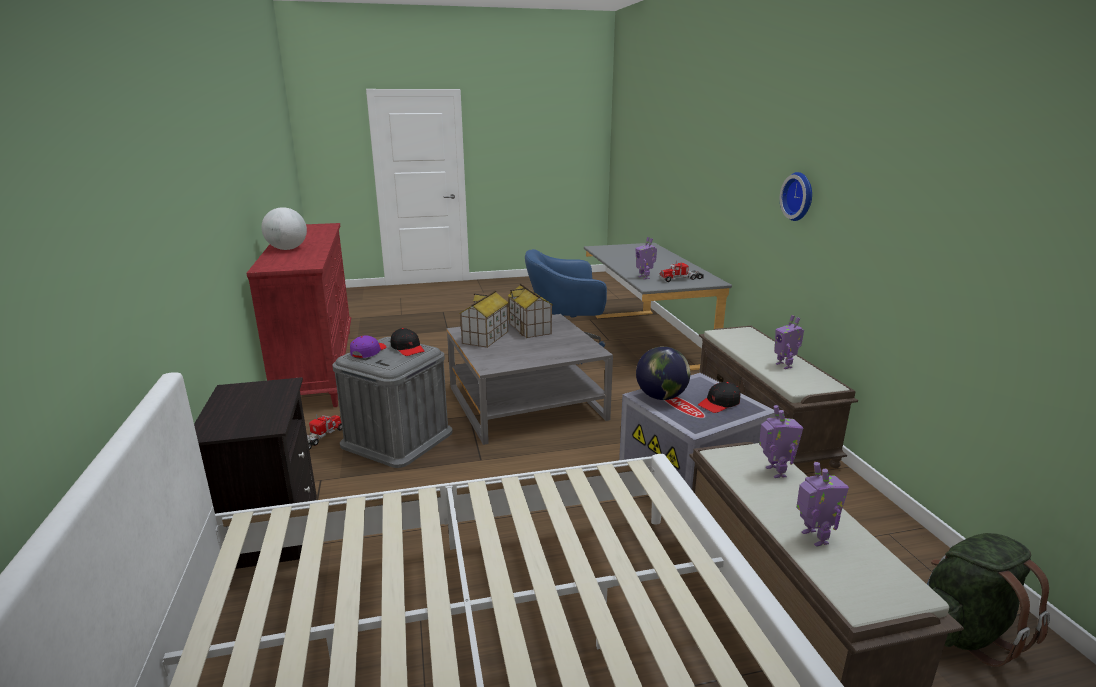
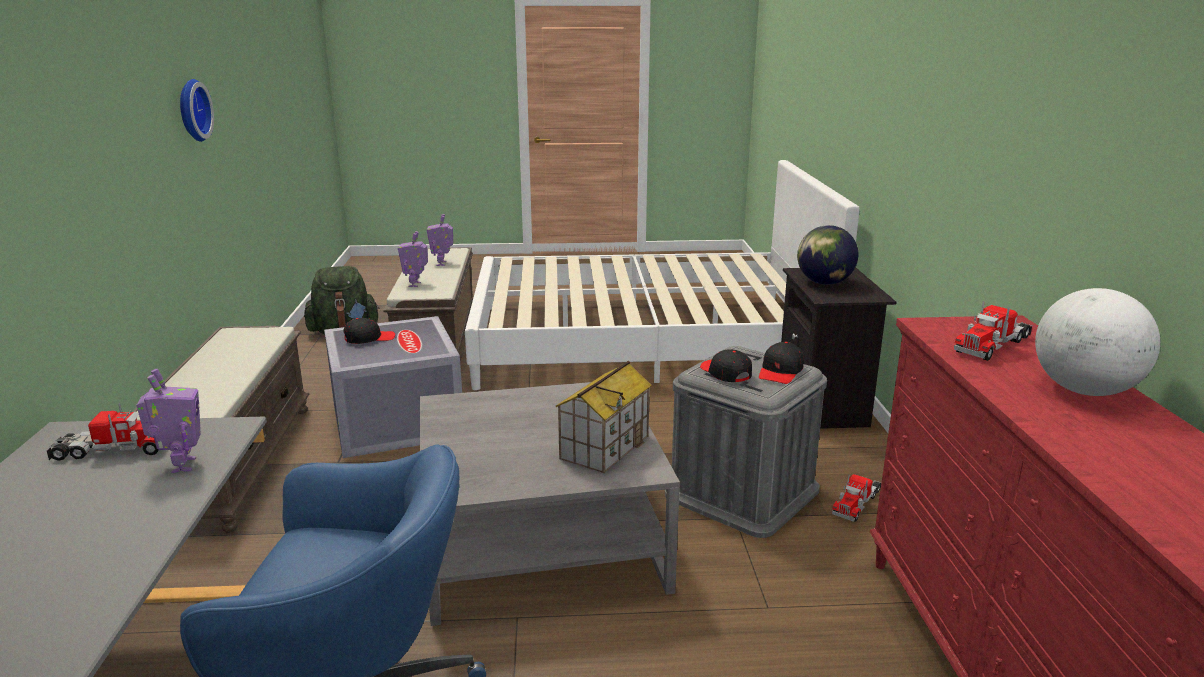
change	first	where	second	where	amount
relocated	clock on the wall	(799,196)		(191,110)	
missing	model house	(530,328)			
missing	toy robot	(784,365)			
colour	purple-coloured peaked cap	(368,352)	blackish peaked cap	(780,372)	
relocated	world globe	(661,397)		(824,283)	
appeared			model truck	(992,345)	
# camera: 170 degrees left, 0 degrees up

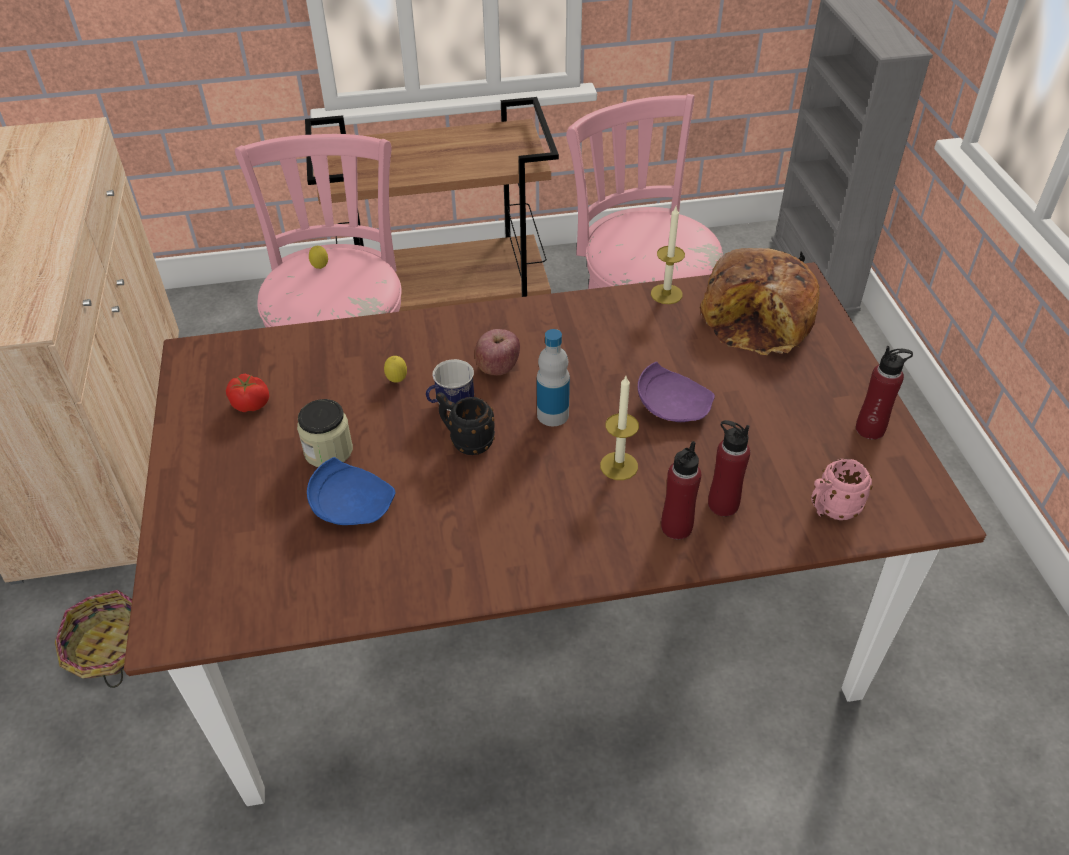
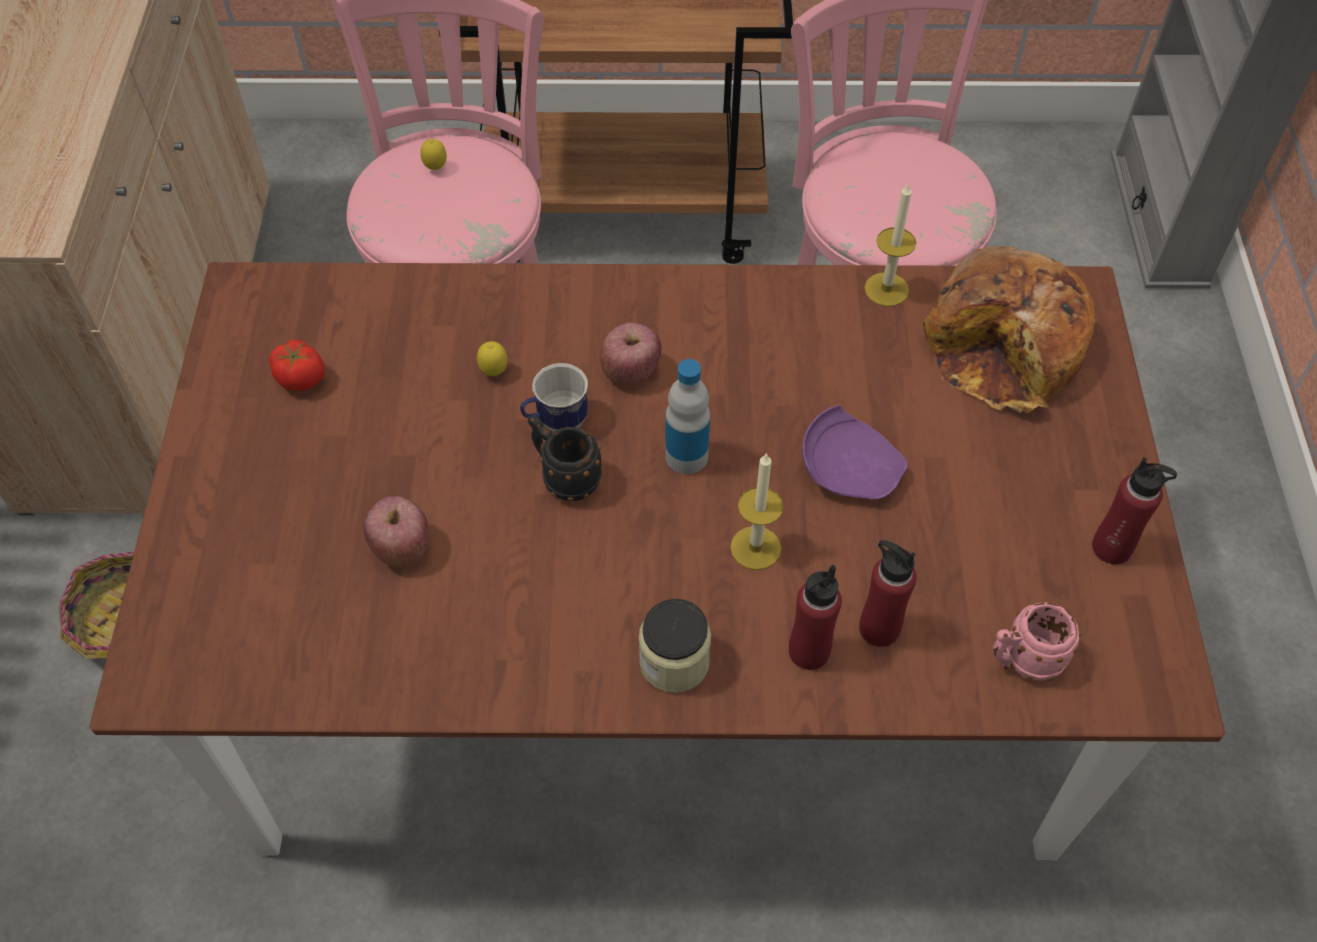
change	first	where	second	where	amount
relocated	storage jar	(328,451)		(674,662)	
exchanged	blue dinner plate	(353,505)	whole apple	(402,548)	
# camera: 10 degrees right, 10 degrees up

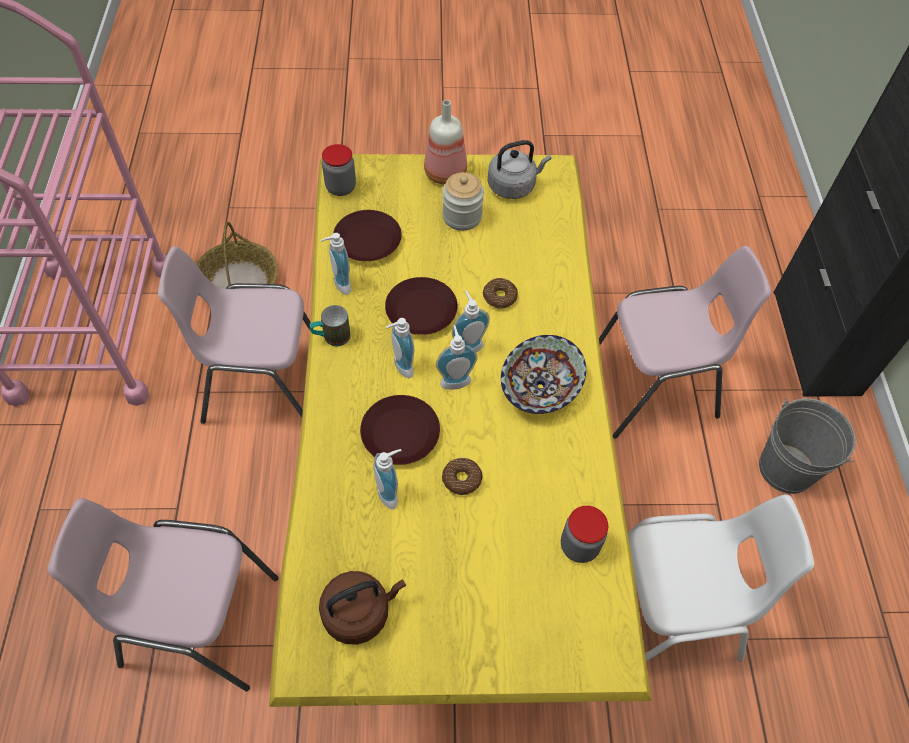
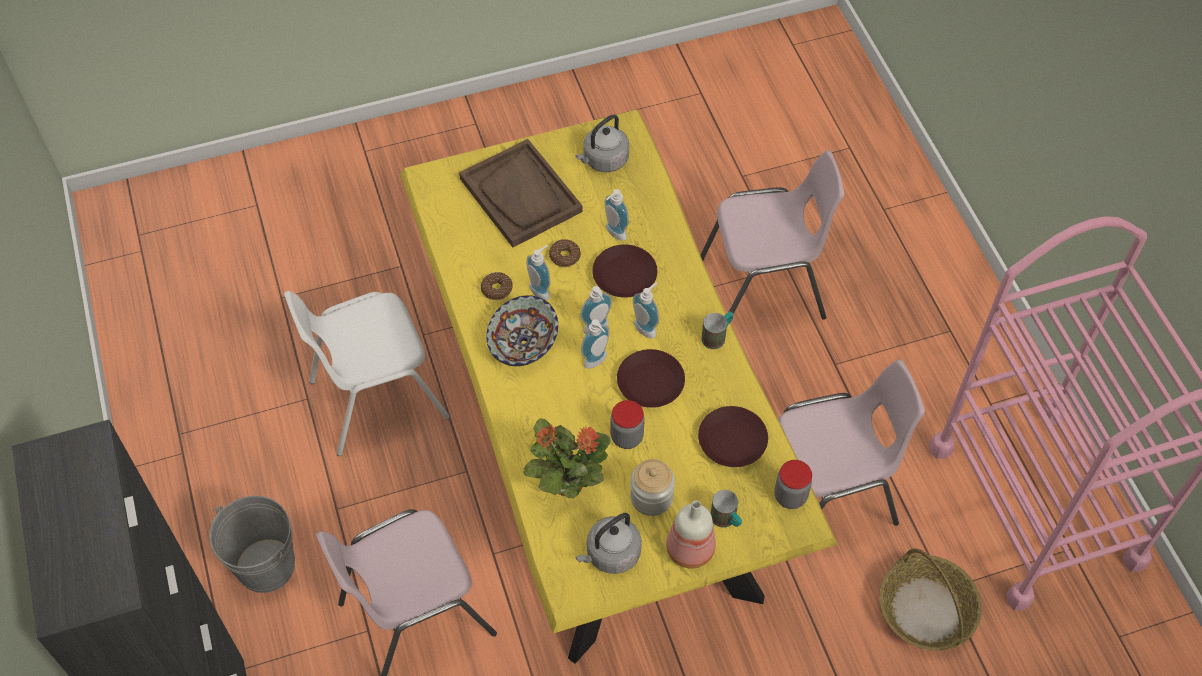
change	first	where	second	where	amount
relocated	soap bottle	(339,285)		(542,289)	
relocated	donut	(499,297)		(497,289)	
relocated	storage jar	(579,546)		(627,437)	
colour	brownish tea kettle	(360,612)	greyish tea kettle	(603,160)	
appeared			brownish tray	(521,195)	
appeared			plant in a pot	(567,483)	
appeared			coffee mug	(726,520)	
# camera: 165 degrees right, 0 degrees up

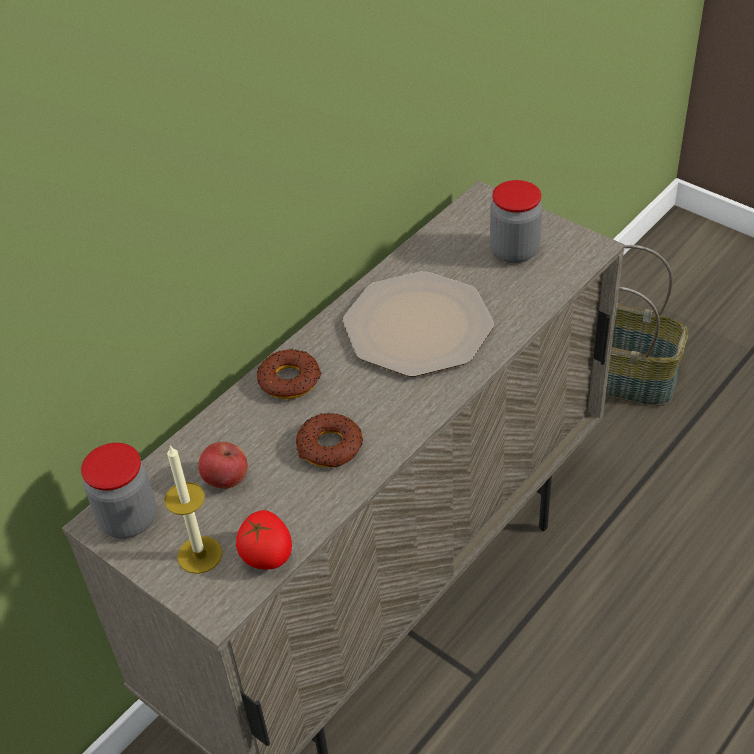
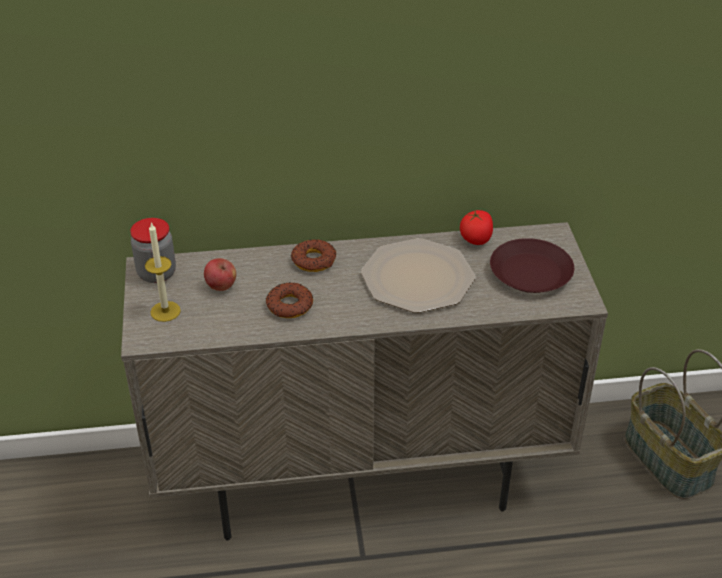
change	first	where	second	where	amount
exchanged	storage jar	(514,251)	brownish dinner plate	(531,273)	
relocated	tomato	(267,555)		(476,239)	
# camera: 40 degrees right, 5 degrees down

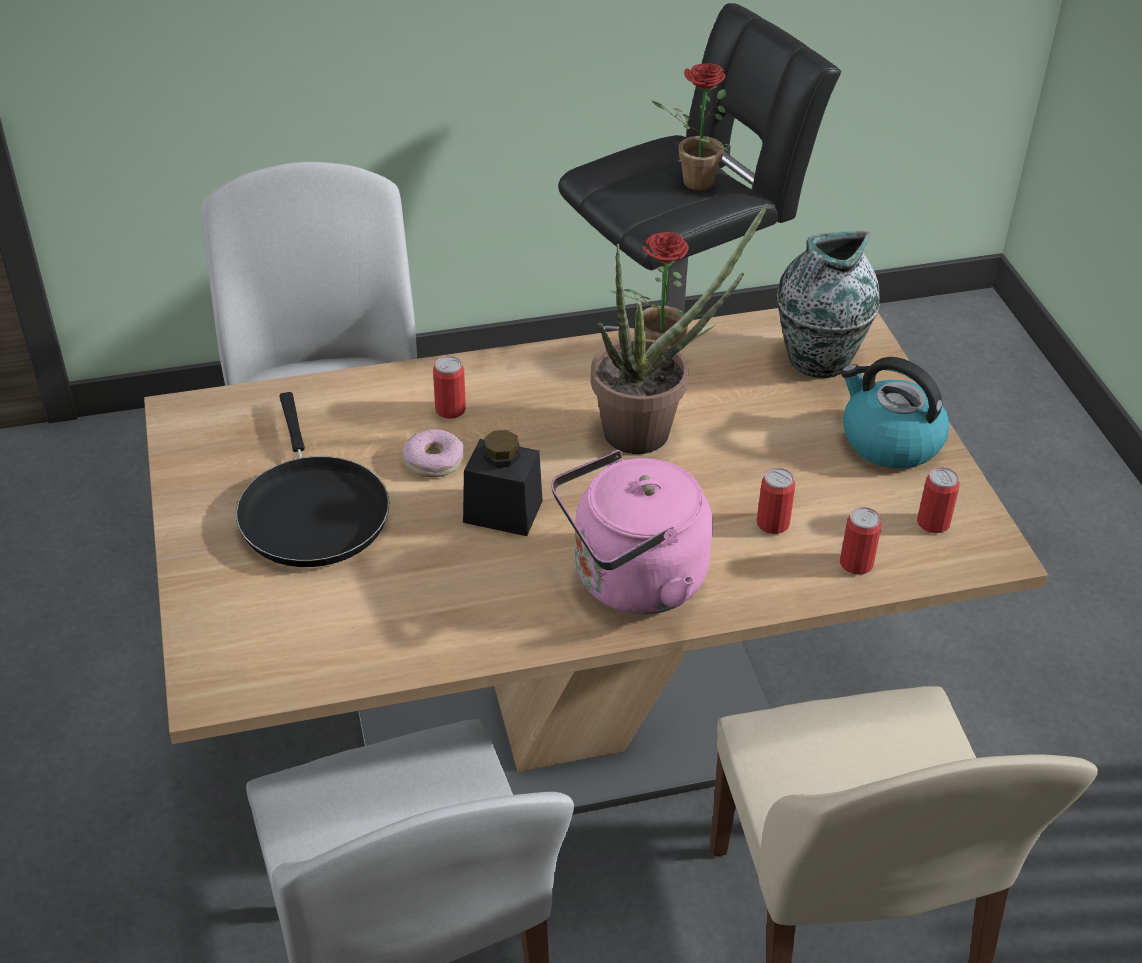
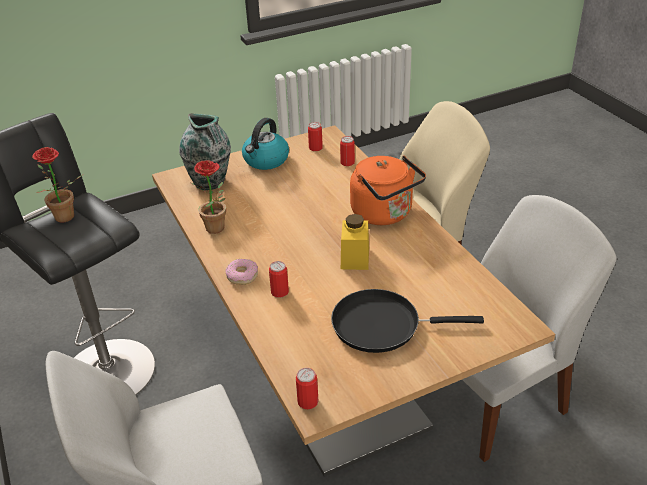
change	first	where	second	where	amount
missing	plant in a pot	(651,430)			
spun	blackish skillet	(312,511)		(382,325)	150 degrees counterclockwise
relocated	donut	(433,461)		(242,276)	
colour	blackish storage jar	(503,511)	yellow storage jar	(355,258)	
colour	pink tea kettle	(632,582)	orange tea kettle	(384,214)	
relocated	metal can	(772,523)		(308,401)	
# camera: 100 degrees left, 5 degrees down

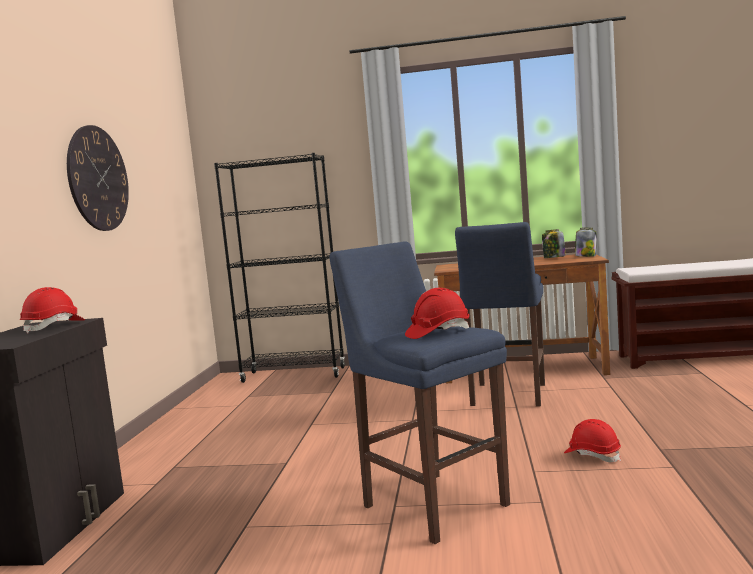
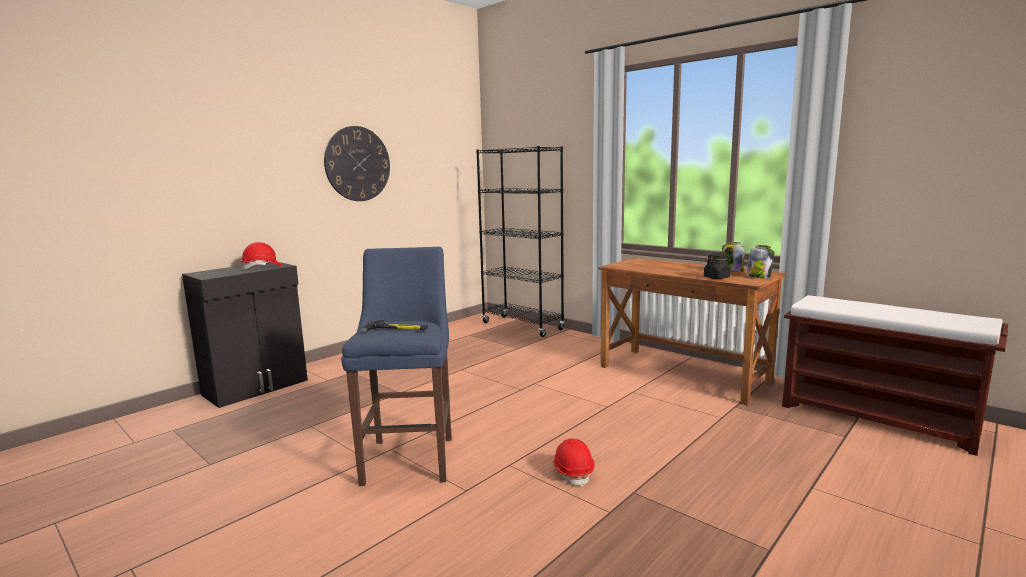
change	first	where	second	where	amount
missing	blue sitting stool	(507,396)			
exchanged	red safety helmet	(437,333)	hammer	(397,329)	
appeared			blackish storage jar	(716,277)	
# camera: 35 degrees right, 5 degrees up

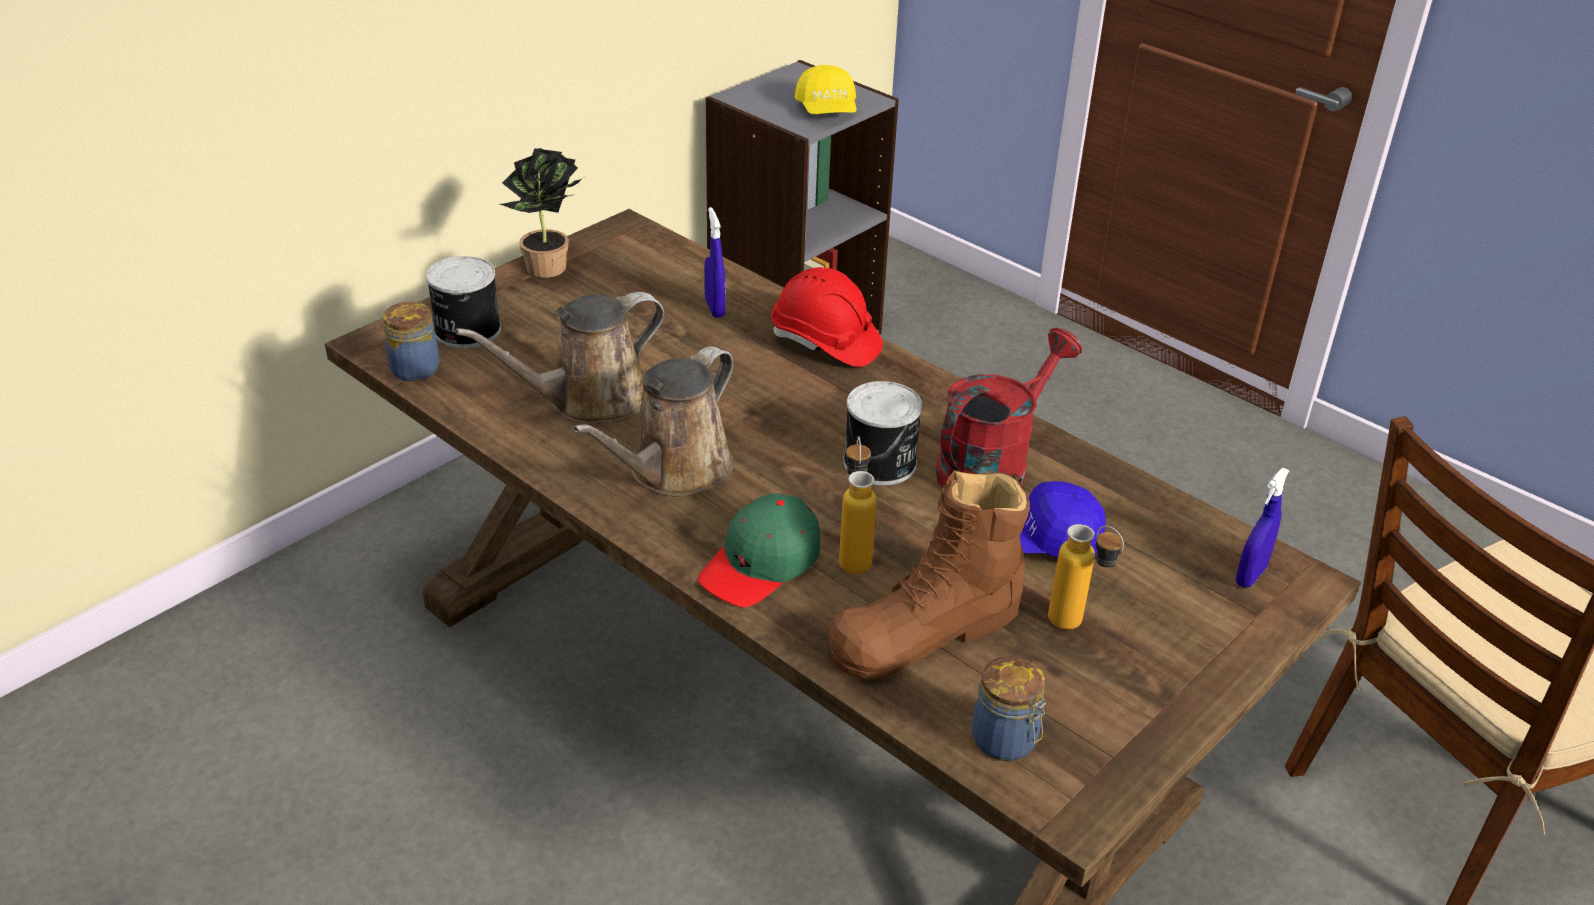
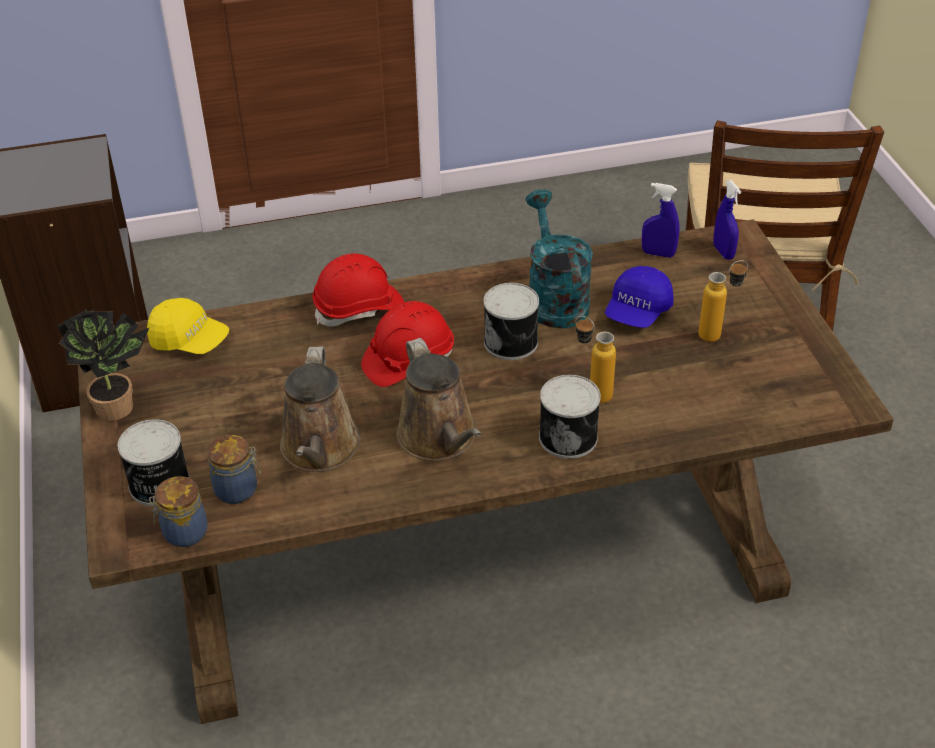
change	first	where	second	where	amount
relocated	yellow peaked cap	(827,110)		(189,341)	
relocated	blue sprayer	(715,308)		(658,254)	
colour	red watering can	(991,466)	turquoise watering can	(554,298)	
missing	brownish tall boot	(926,631)			
exchanged	greenish peaked cap	(761,564)	metal can	(569,436)	
relocated	storage jar	(1006,742)		(238,490)	
appeared			red safety helmet	(408,360)	
# camera: 55 degrees left, 5 degrees up

